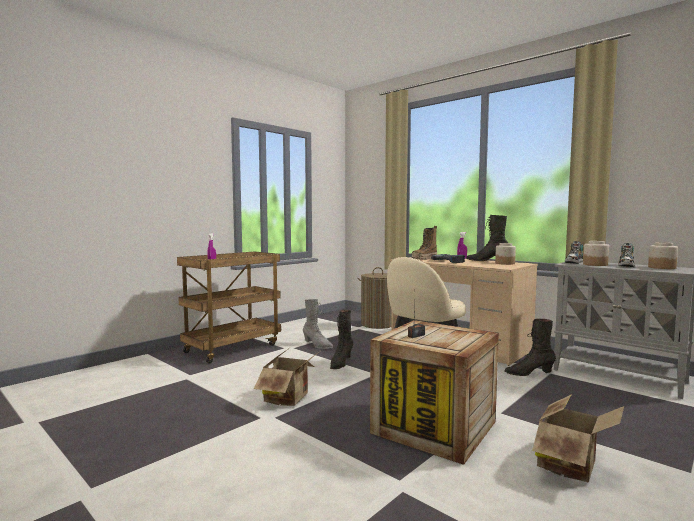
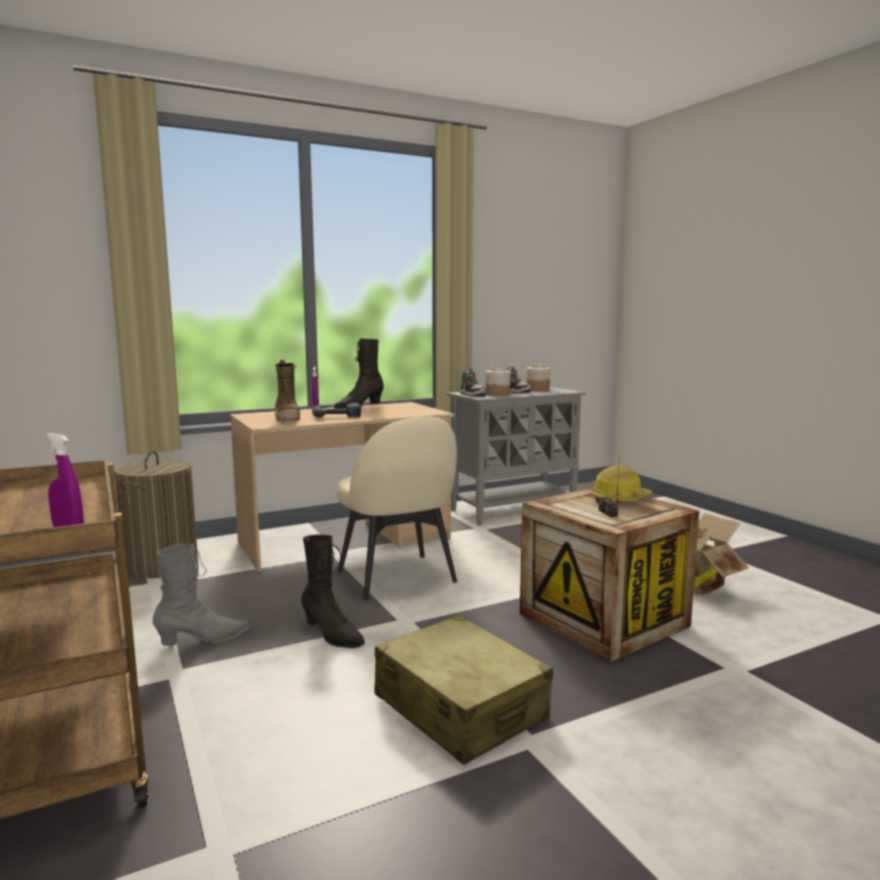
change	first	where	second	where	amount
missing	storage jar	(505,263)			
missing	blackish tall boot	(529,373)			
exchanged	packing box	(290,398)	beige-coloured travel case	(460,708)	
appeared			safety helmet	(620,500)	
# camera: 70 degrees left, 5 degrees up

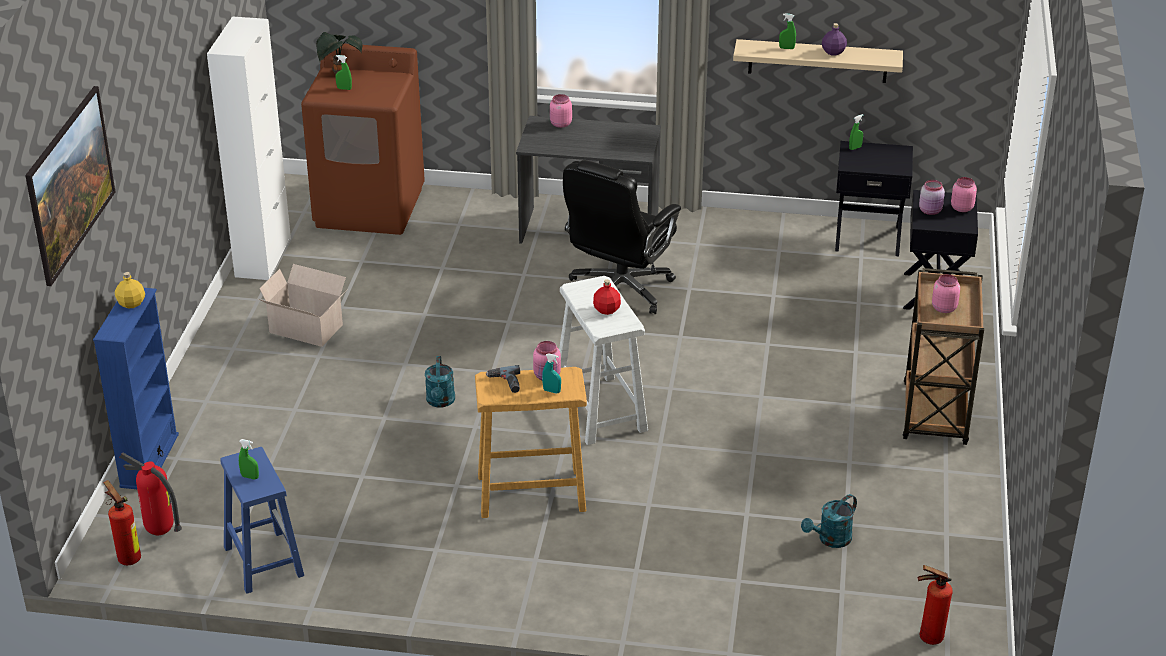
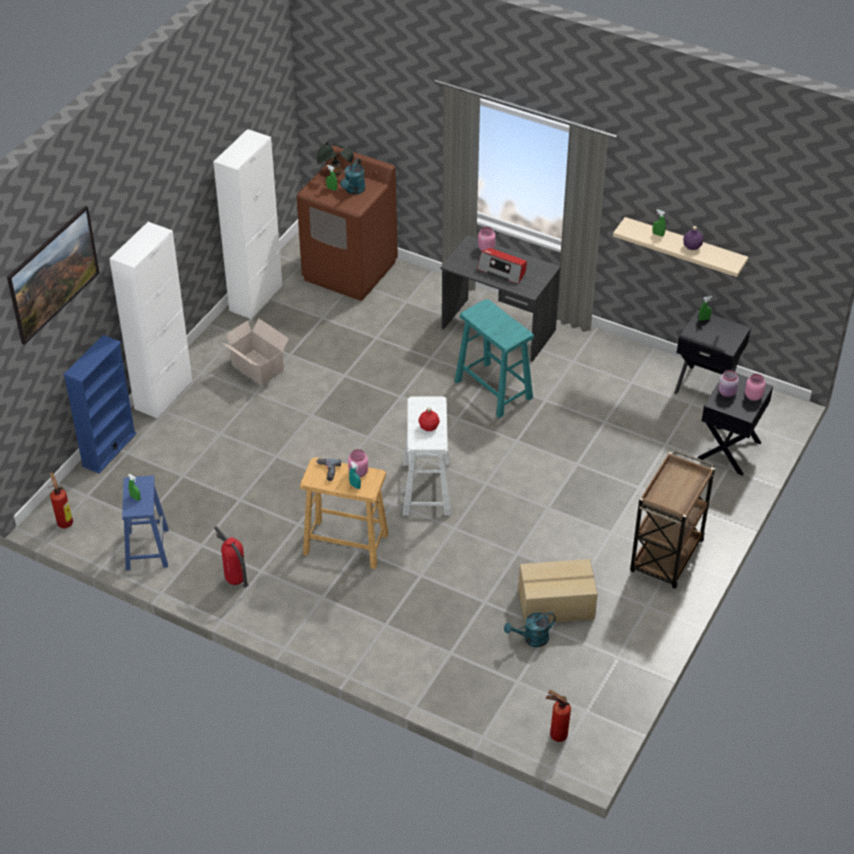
change	first	where	second	where	amount
exchanged	blackish office chair	(619,290)	turquoise sitting stool	(493,389)	
missing	yellow bottle	(131,304)			
missing	pink storage jar	(943,308)			
relocated	turquoise watering can	(440,402)		(353,190)	
relocated	fire extinguisher	(159,532)		(235,581)	
appeared			whitish storage cabinet	(163,394)	
appeared			radio receiver	(502,271)	
appeared			packing box	(556,605)	
# camera: 20 degrees right, 10 degrees up

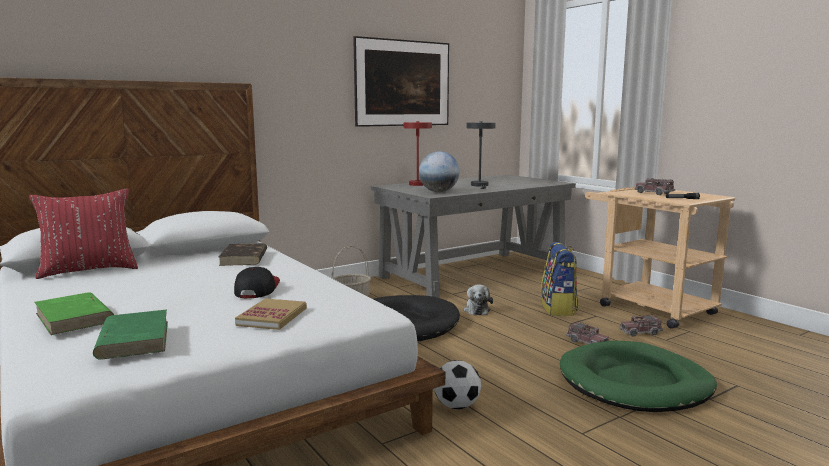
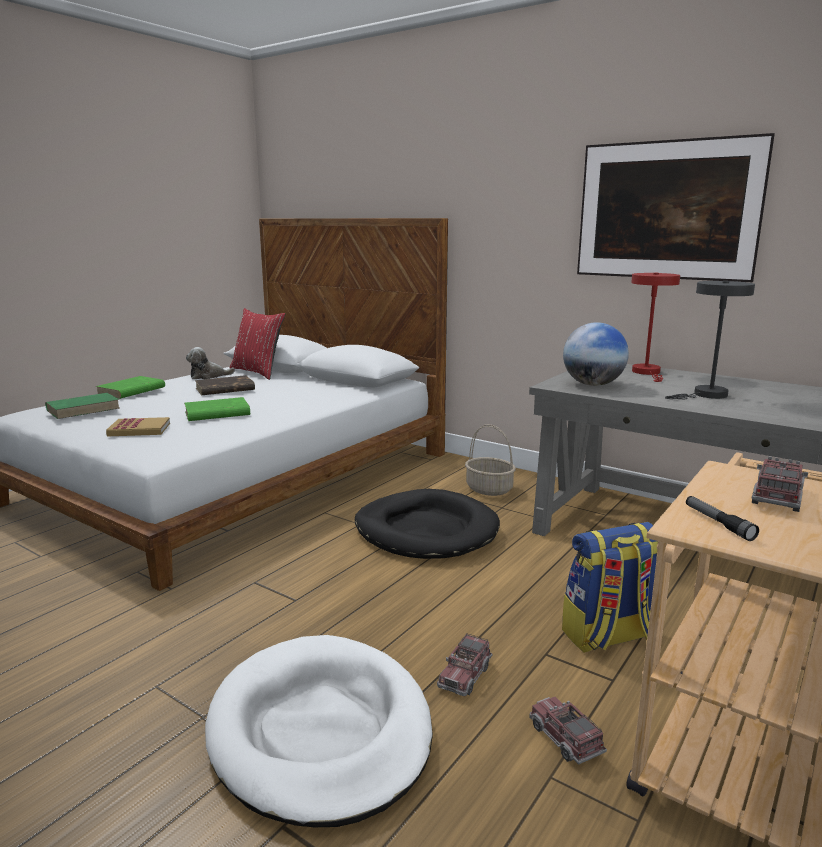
change	first	where	second	where	amount
relocated	brownish bound book	(244,258)		(224,389)	
exchanged	peaked cap	(256,289)	greenish bound book	(216,413)	
relocated	cuddly toy	(477,310)		(208,376)	
colour	greenish dog cushion	(635,383)	whitish dog cushion	(320,731)	
missing	football	(457,406)			
# camera: 70 degrees right, 5 degrees up

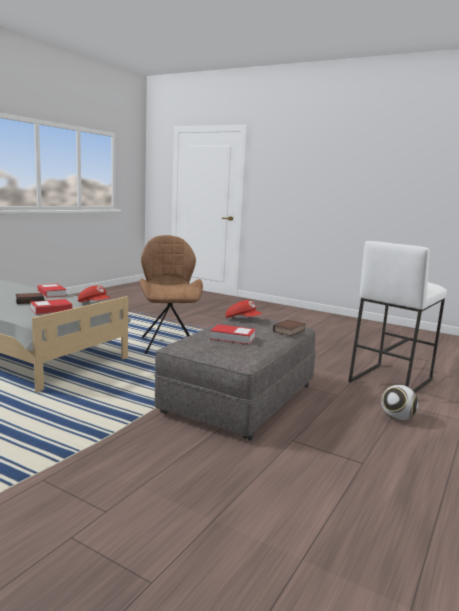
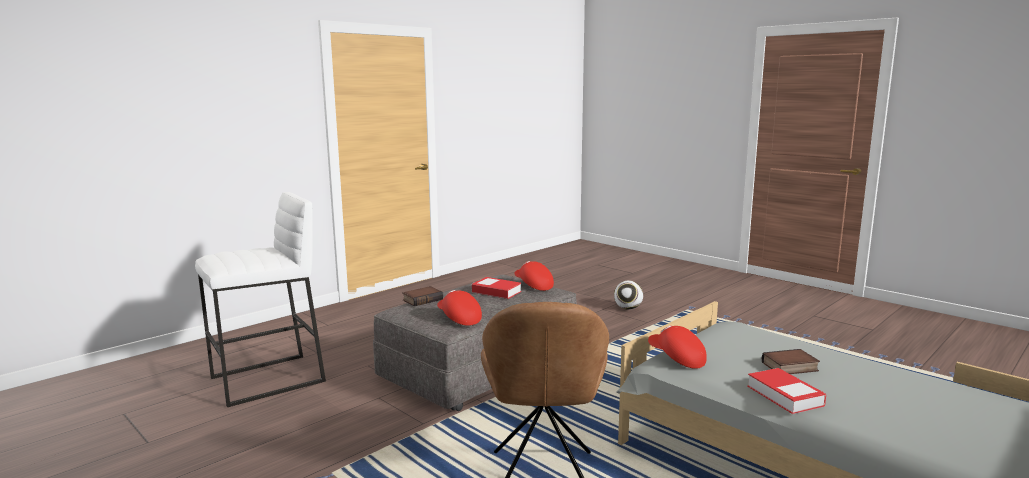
change	first	where	second	where	amount
missing	bound book	(51,310)			
relocated	football	(397,418)		(628,308)	
appeared			red peaked cap	(533,285)	
# camera: 165 degrees left, 0 degrees up

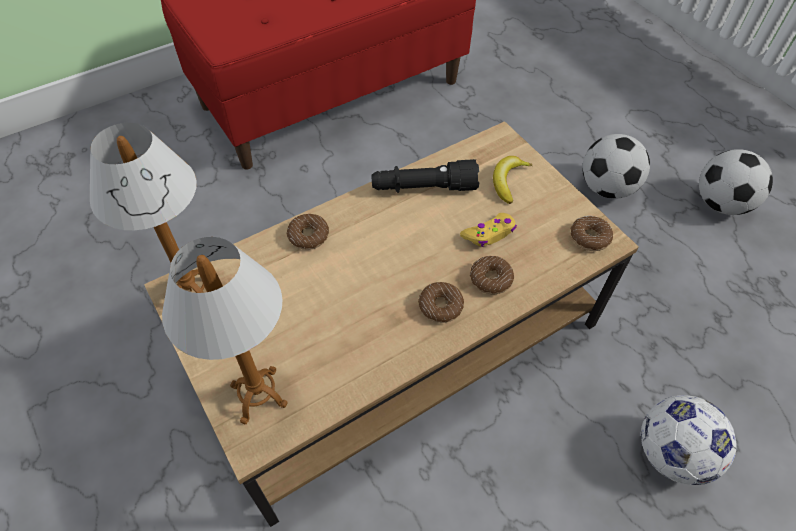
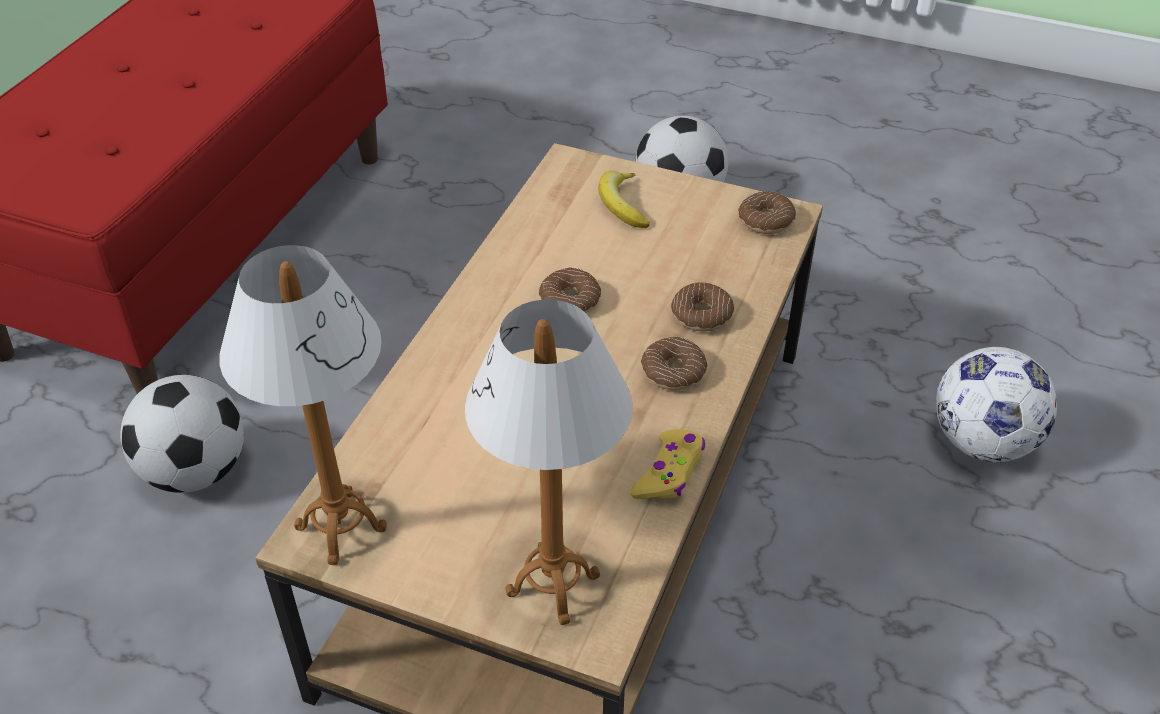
change	first	where	second	where	amount
relocated	football	(720,203)		(196,471)	
missing	blackish flashlight	(423,188)			
relocated	yellow joypad	(489,234)		(669,472)	
relocated	donut	(308,236)		(569,300)	
# camera: 35 degrees left, 10 degrees down

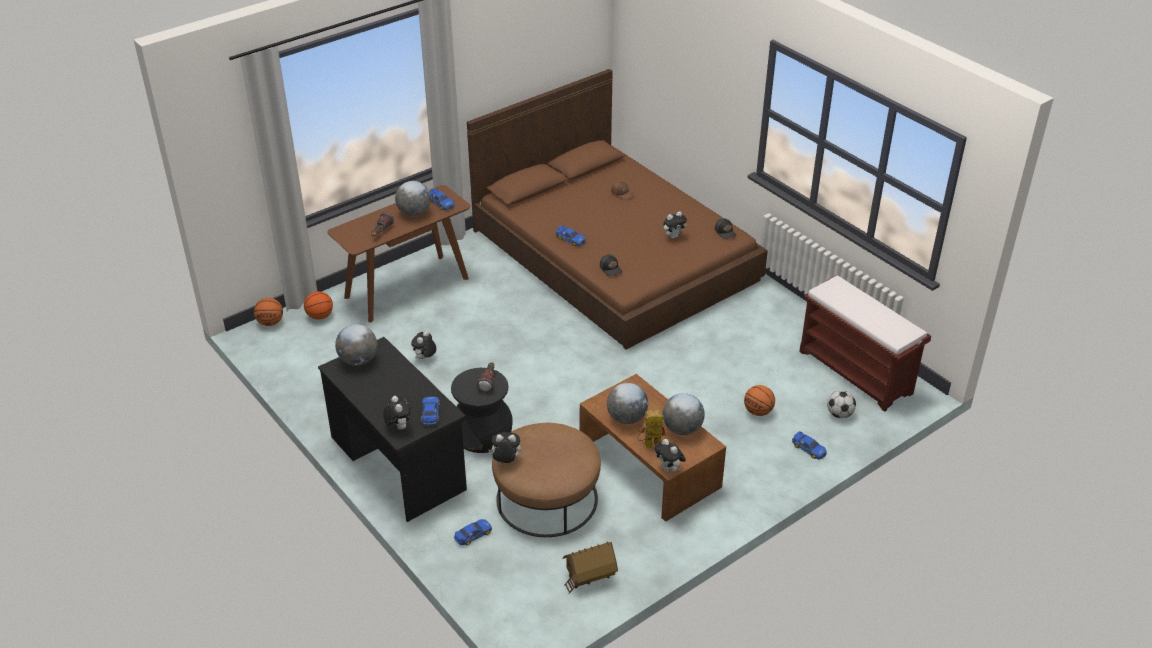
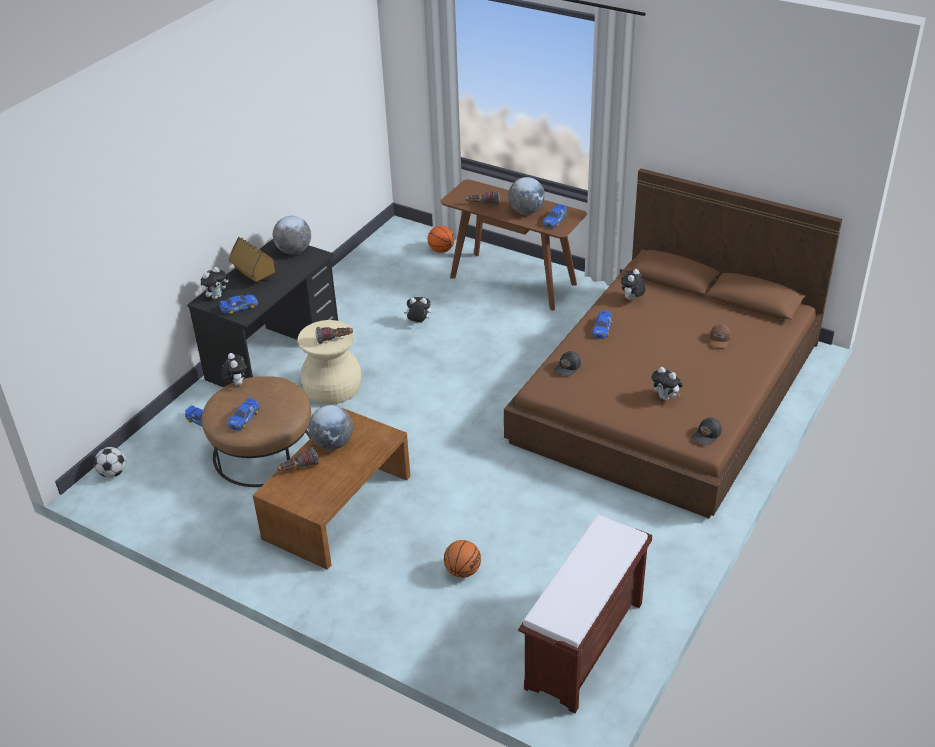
change	first	where	second	where	amount
missing	basketball	(270,322)			
colour	blackish sitting stool	(483,434)	beige-coloured sitting stool	(333,388)	
relocated	football	(839,414)		(113,473)	
missing	world globe	(682,429)			
exchanged	toy robot	(648,445)	flashlight	(298,469)	
relocated	toy car	(809,449)		(244,418)	
relocated	cuddly toy	(669,469)		(632,299)	
relocated	model house	(589,577)		(255,276)	
# camera: 70 degrees right, 0 degrees up

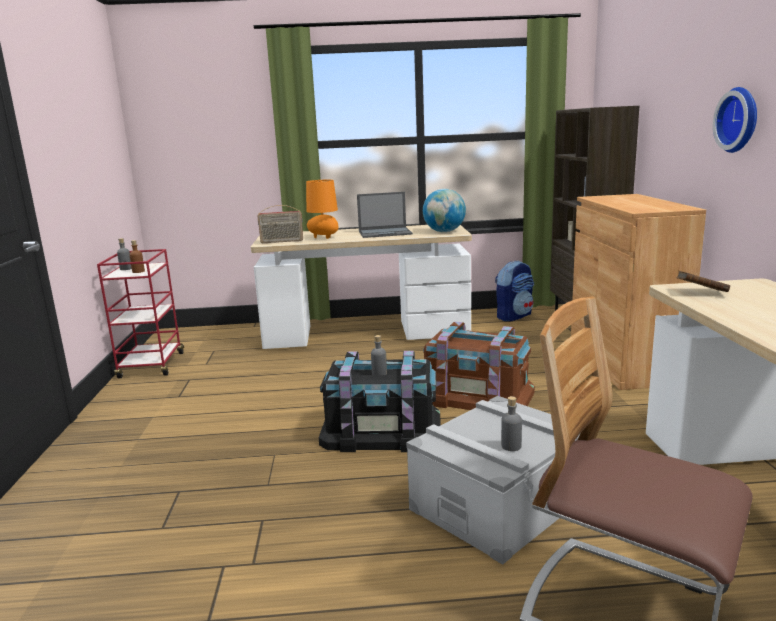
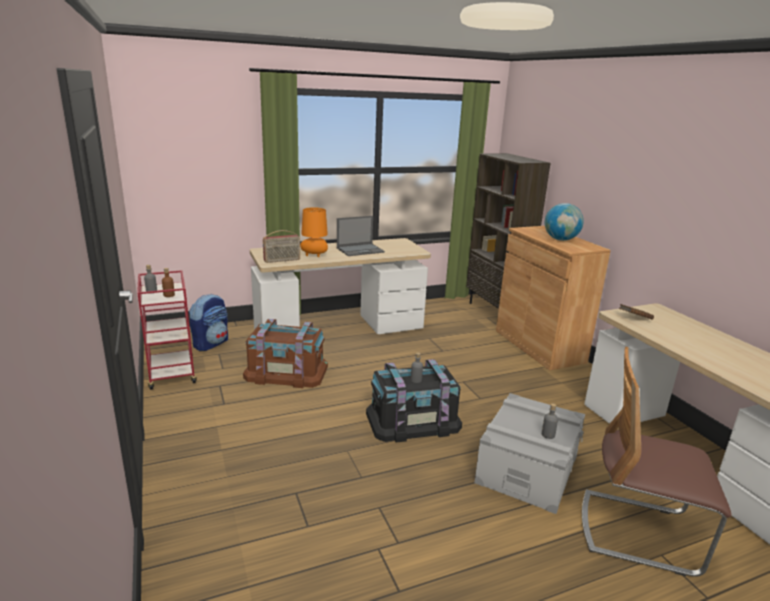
change	first	where	second	where	amount
missing	clock on the wall	(740,120)			
relocated	world globe	(444,231)		(560,239)	
relocated	rucksack	(514,316)		(211,343)	
relocated	brownish storage container	(477,395)		(286,372)	
# camera: 20 degrees left, 5 degrees up

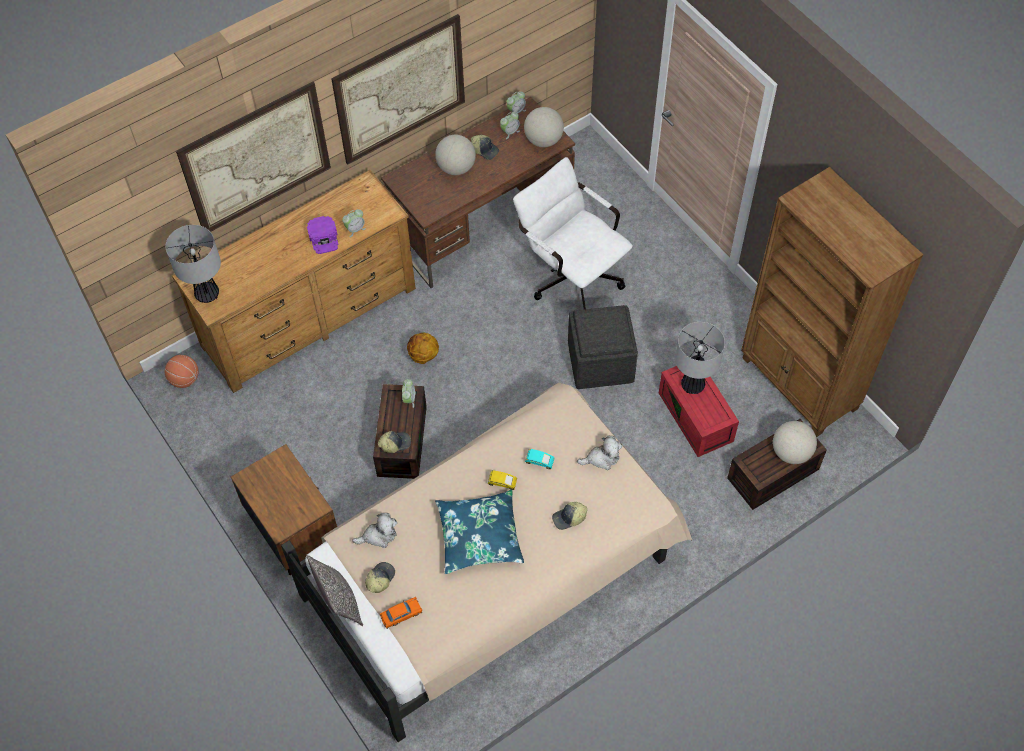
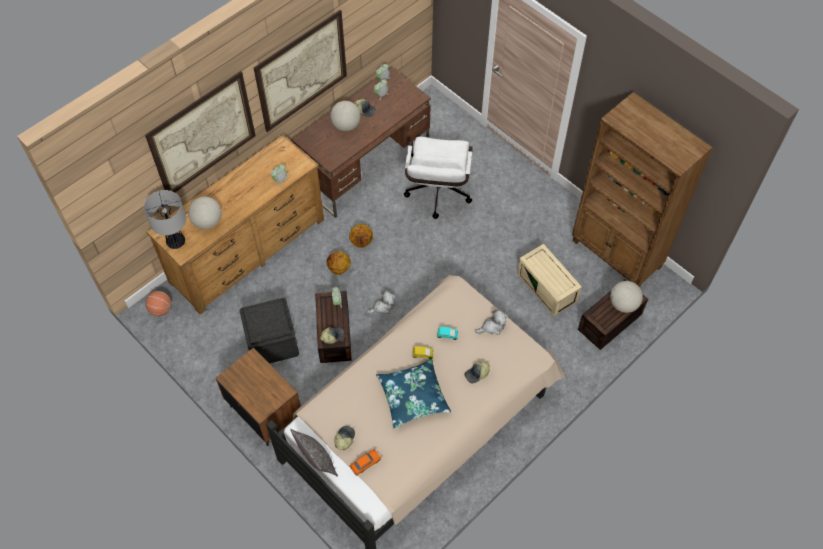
change	first	where	second	where	amount
relocated	world globe	(543,140)		(207,222)	
spun	whitish office chair	(571,276)		(437,196)	120 degrees counterclockwise
missing	purple-coloured peaked cap	(324,237)			
relocated	greyish footrest	(601,361)		(272,341)	
missing	tabletop lamp	(693,385)			
colour	red storage container	(697,417)	beige-coloured storage container	(548,288)	
relocated	cuddly toy	(379,535)		(383,307)	
appeared			basketball	(361,242)	
# camera: 10 degrees left, 0 degrees up

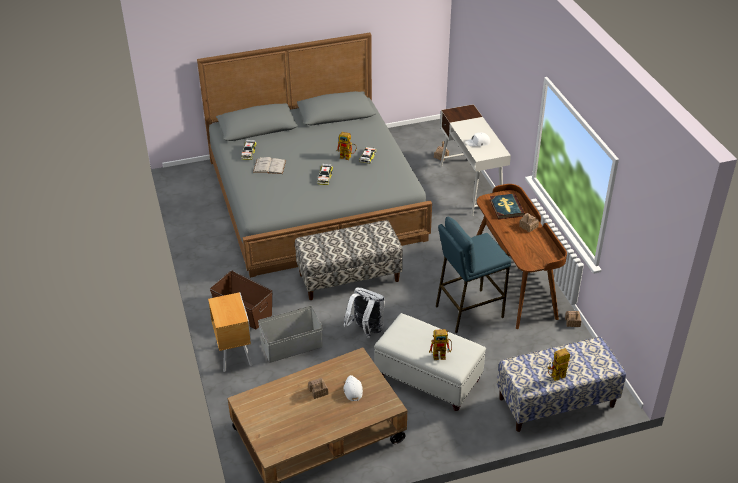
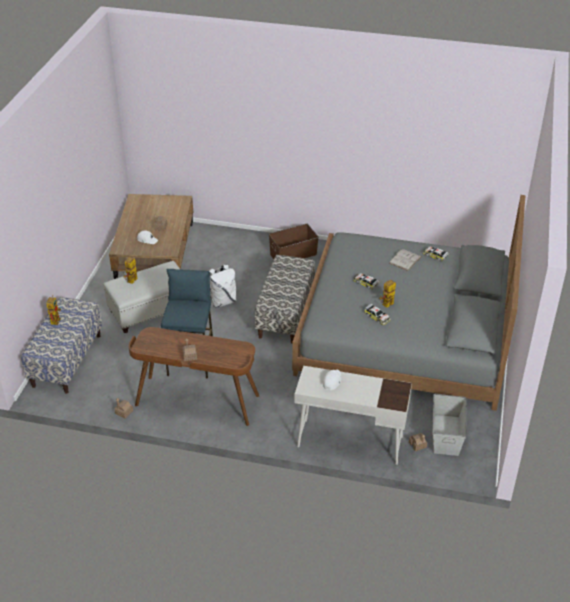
change	first	where	second	where	amount
missing	bound book	(506,208)			
missing	brownish night table	(234,354)			
relocated	greyish storage container	(292,346)		(446,435)	
# camera: 120 degrees right, 0 degrees up

